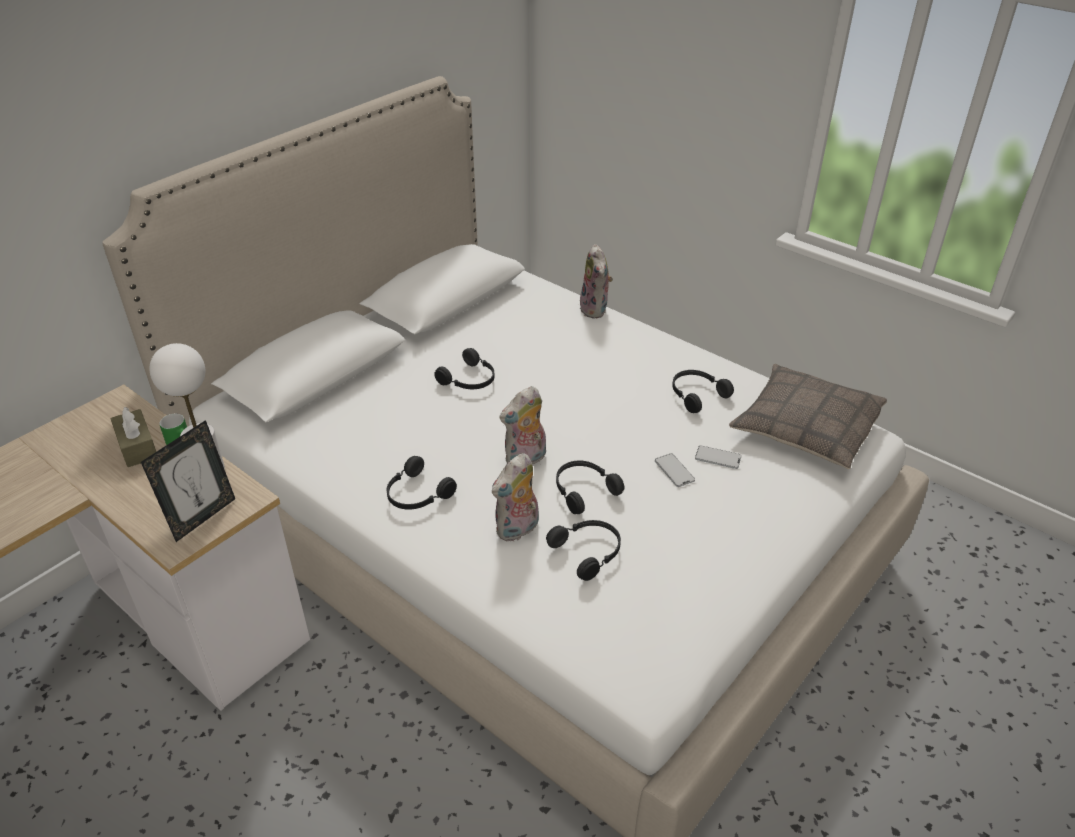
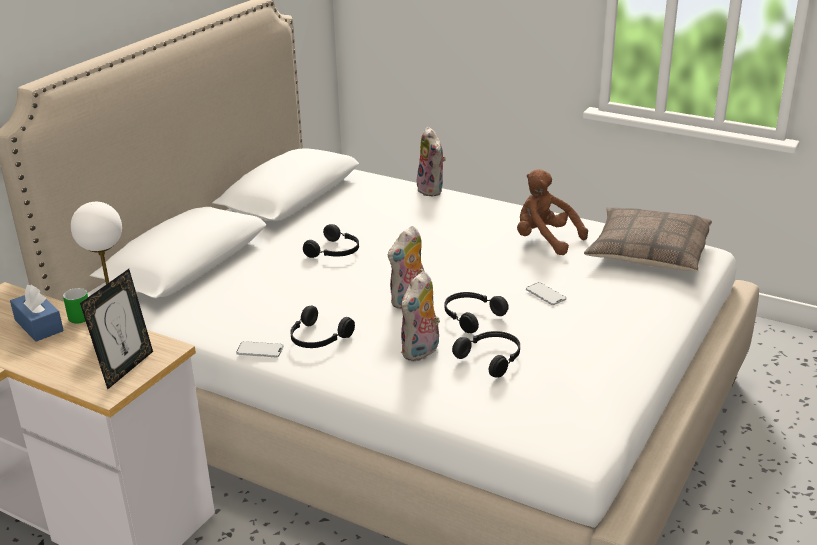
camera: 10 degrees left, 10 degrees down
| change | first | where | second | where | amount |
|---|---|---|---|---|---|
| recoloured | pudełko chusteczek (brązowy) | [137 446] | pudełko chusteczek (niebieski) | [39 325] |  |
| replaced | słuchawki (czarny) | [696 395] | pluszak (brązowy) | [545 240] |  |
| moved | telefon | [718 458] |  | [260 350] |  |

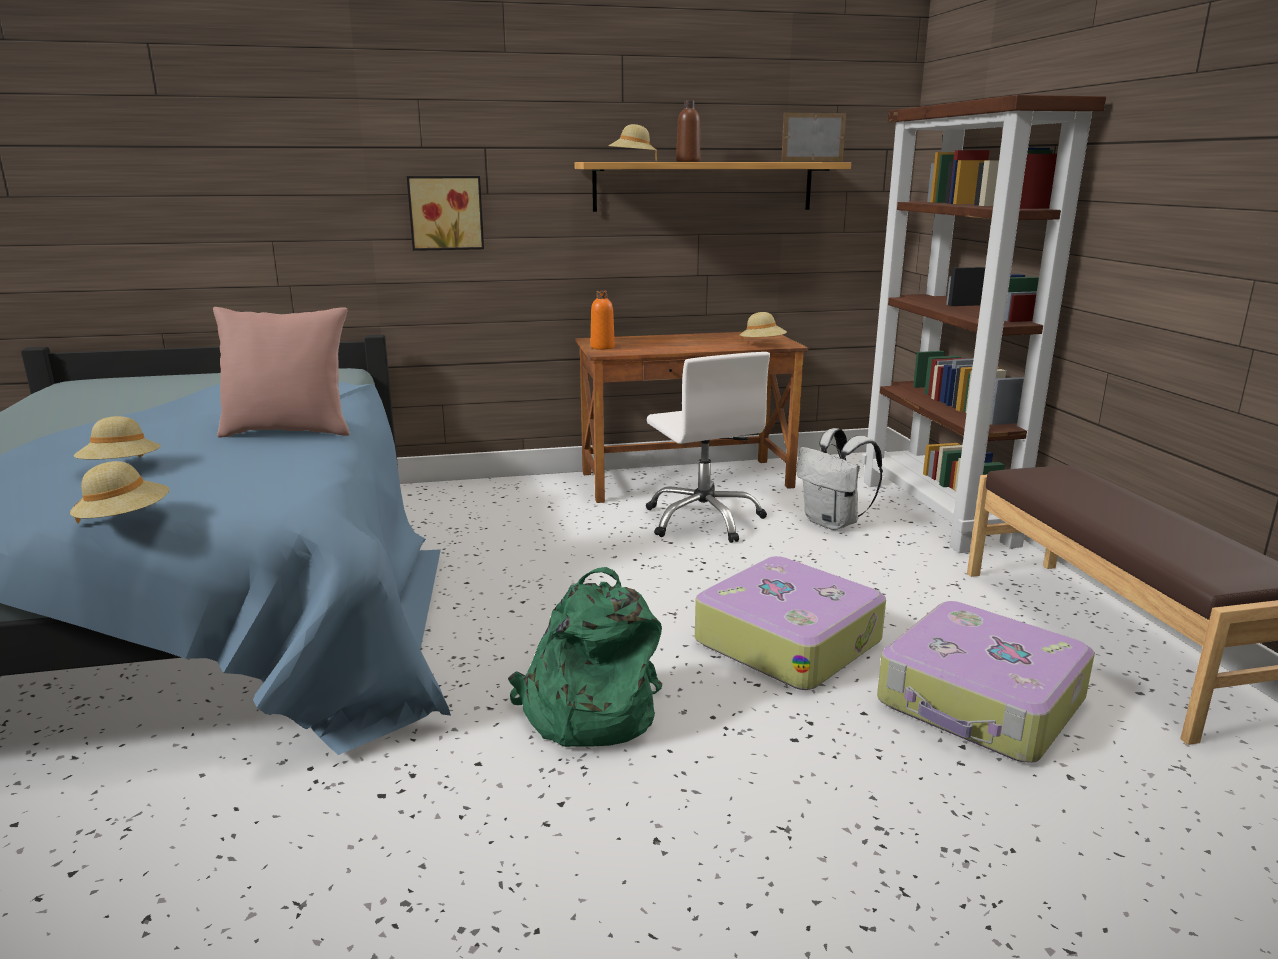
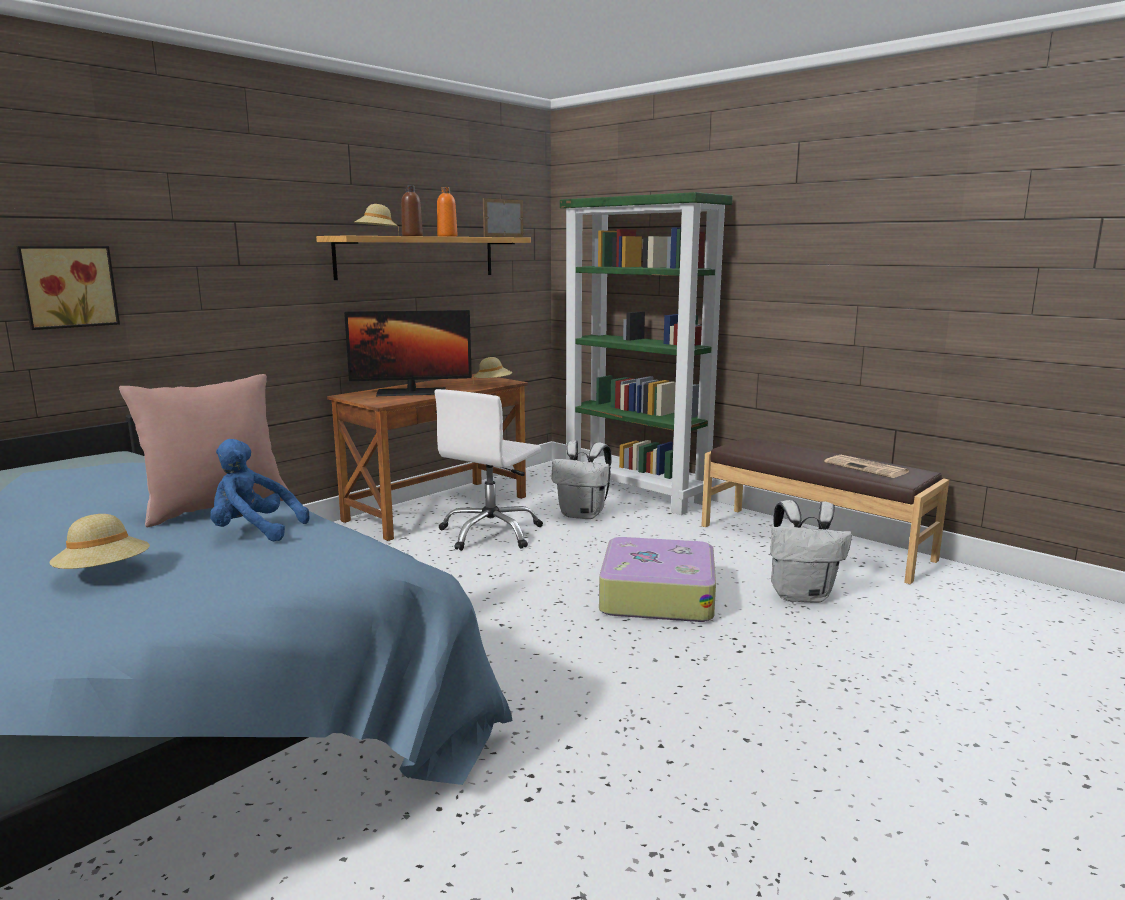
camera: 35 degrees left, 5 degrees down
| change | first | where | second | where | amount |
|---|---|---|---|---|---|
| removed | kapelusz (beżowy) | [125 521] |  |  |  |
| moved | obraz | [446 213] |  | [68 286] |  |
| removed | plecak (zielony) | [587 711] |  |  |  |
| moved | butelka (pomarańczowy) | [602 347] |  | [447 236] |  |
| turned | krzesło biurowe (biały) | [704 520] |  | [491 533] | 90 degrees clockwise |
| recoloured | regał (brązowy) | [938 512] | regał (zielony) | [637 493] |  |
| replaced | walizka | [981 702] | plecak (biały) | [801 595] |  |
| added |  |  | pluszak (niebieski) | [254 531] |  |
| added |  |  | monitor | [411 392] |  |
| added |  |  | gazeta | [867 468] |  |

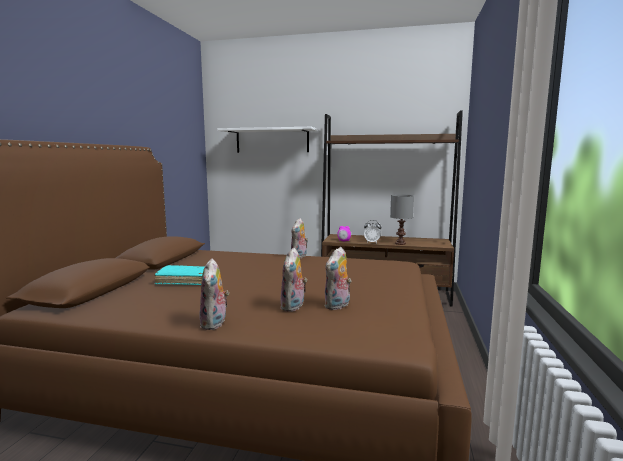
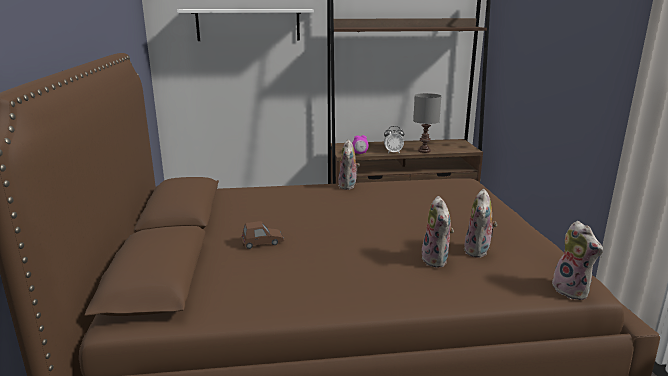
camera: 20 degrees left, 10 degrees up
| change | first | where | second | where | amount |
|---|---|---|---|---|---|
| replaced | książka (turkusowy) | [184 280] | samochodzik (brązowy) | [262 242] |  |
| moved | pluszak | [215 324] |  | [572 291] |  |

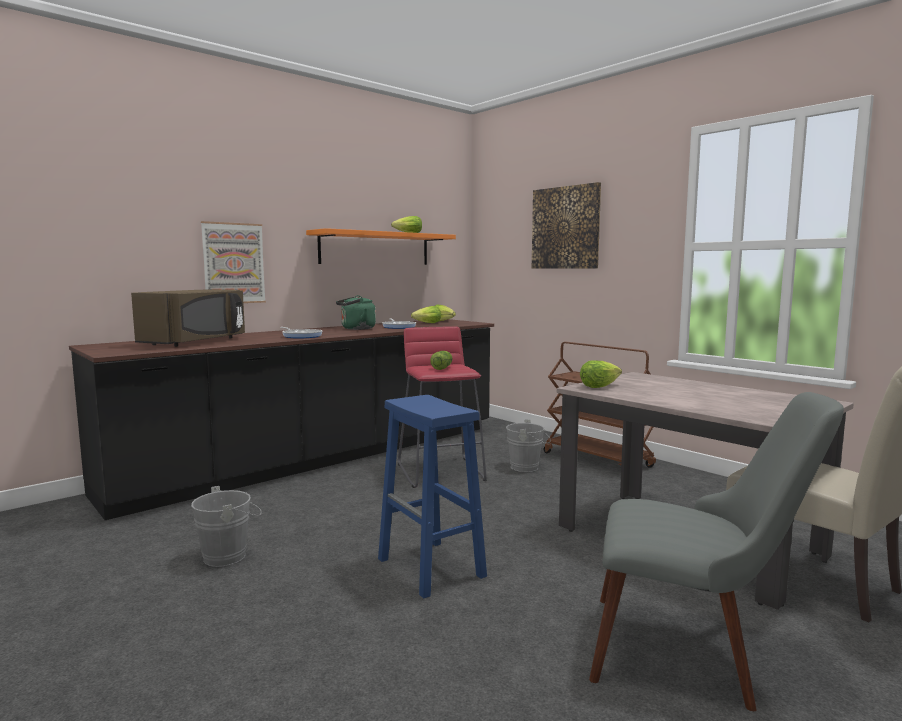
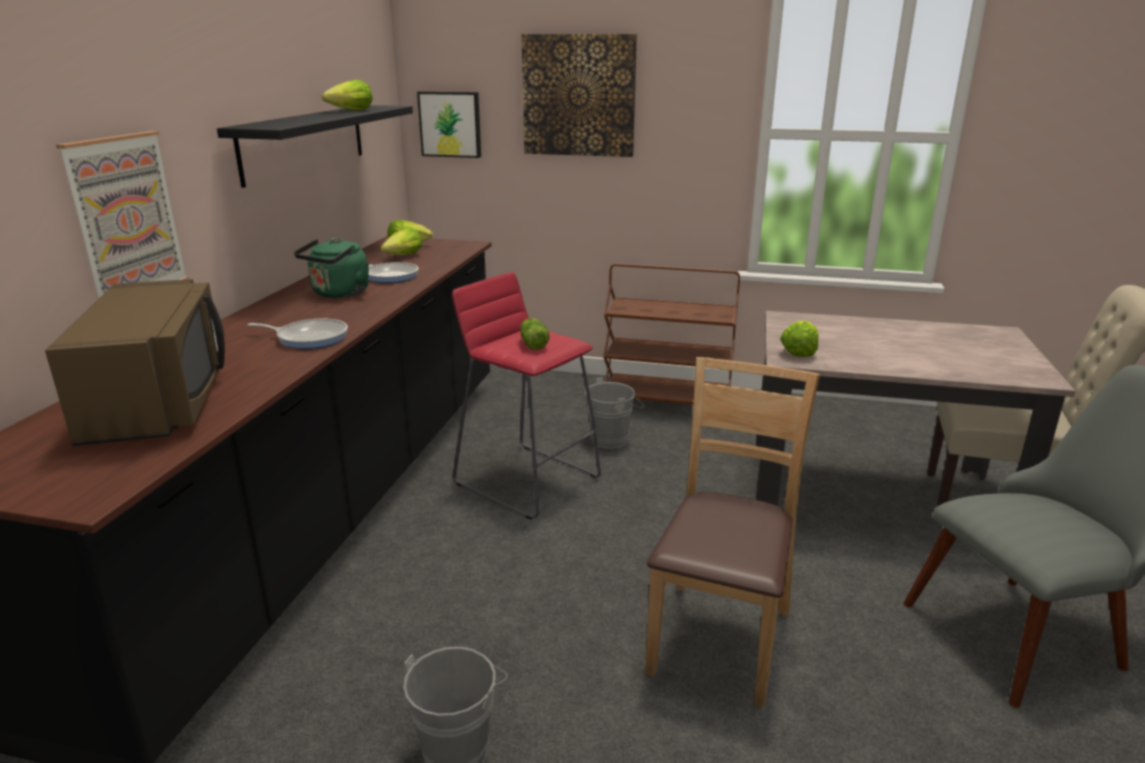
camera: 35 degrees left, 15 degrees up
| change | first | where | second | where | amount |
|---|---|---|---|---|---|
| recoloured | półka (pomarańczowy) | [375 248] | półka (czarny) | [304 142] |  |
| replaced | stołek (niebieski) | [432 568] | krzesło (brązowy) | [719 638] |  |
| added |  |  | obraz | [450 124] |  |

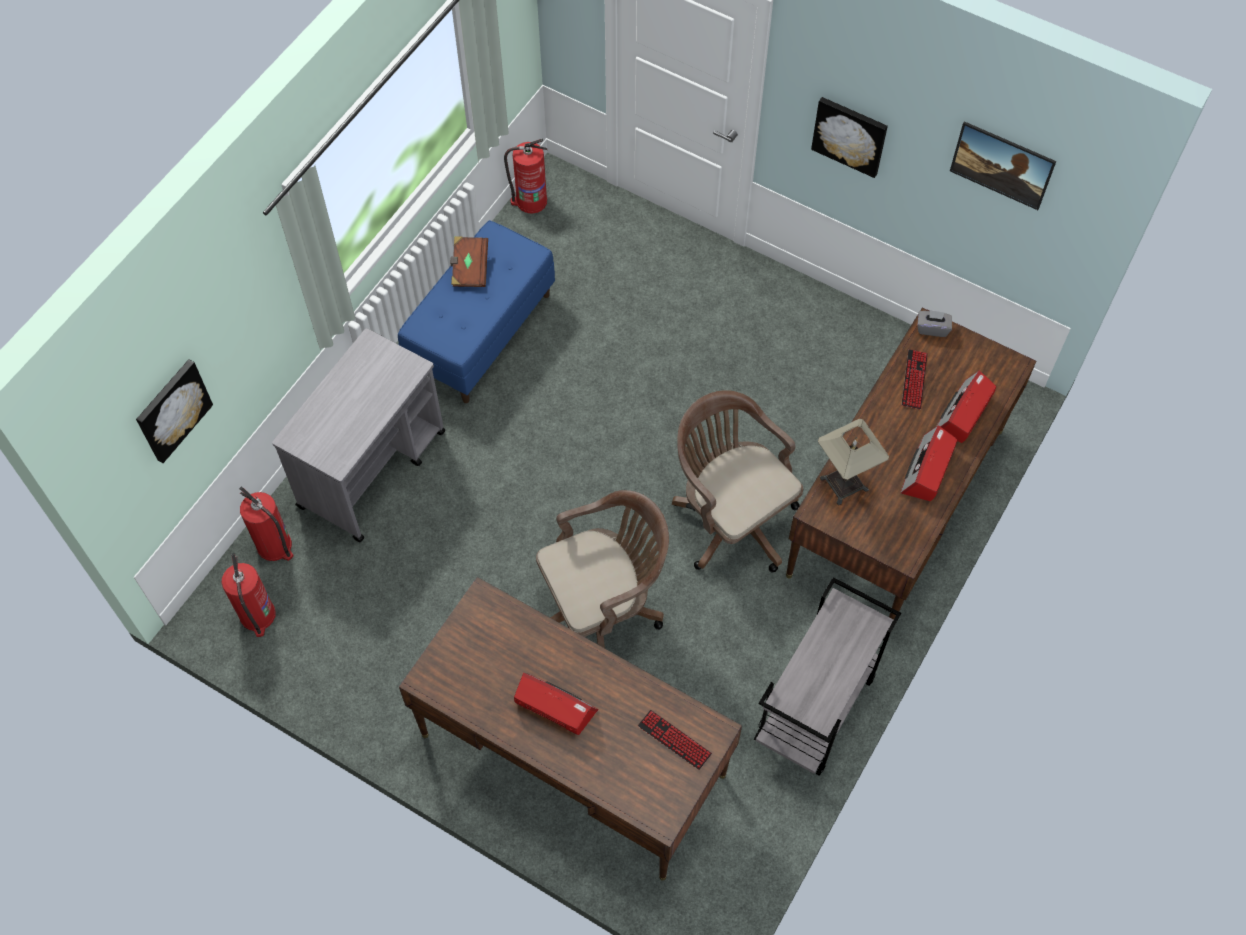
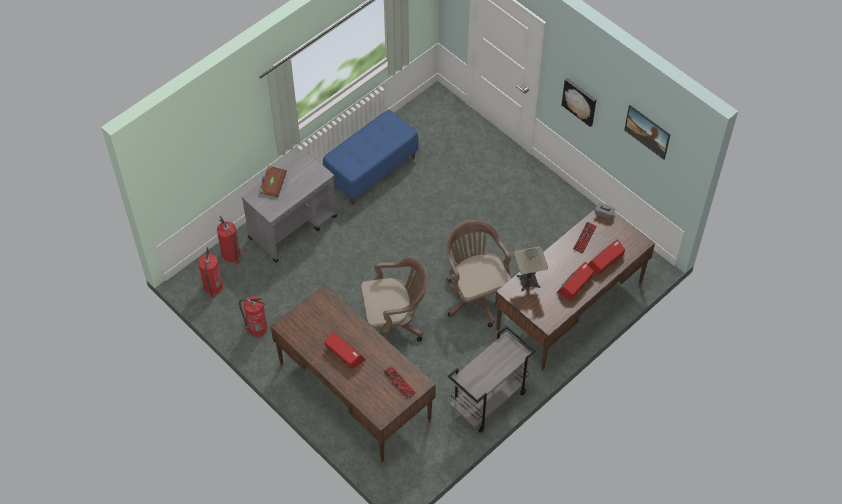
camera: 15 degrees right, 5 degrees down
| change | first | where | second | where | amount |
|---|---|---|---|---|---|
| removed | obraz | [172 409] |  |  |  |
| moved | książka (brązowy) | [469 268] |  | [273 185] |  |
| moved | gaśnica | [530 201] |  | [257 328] |  |

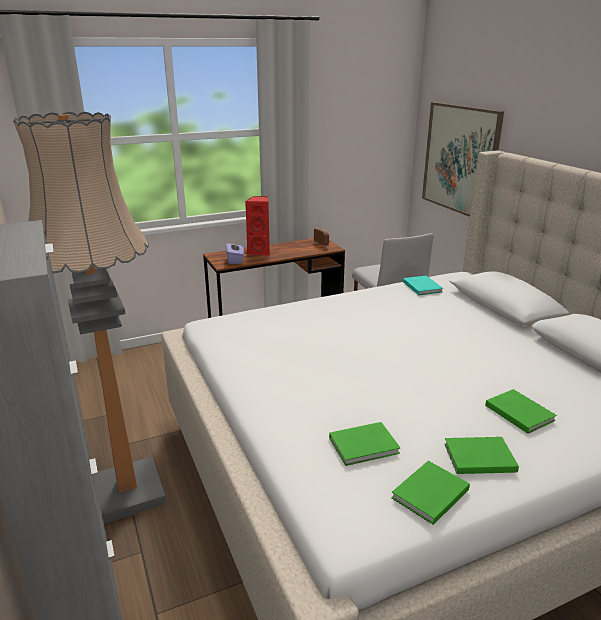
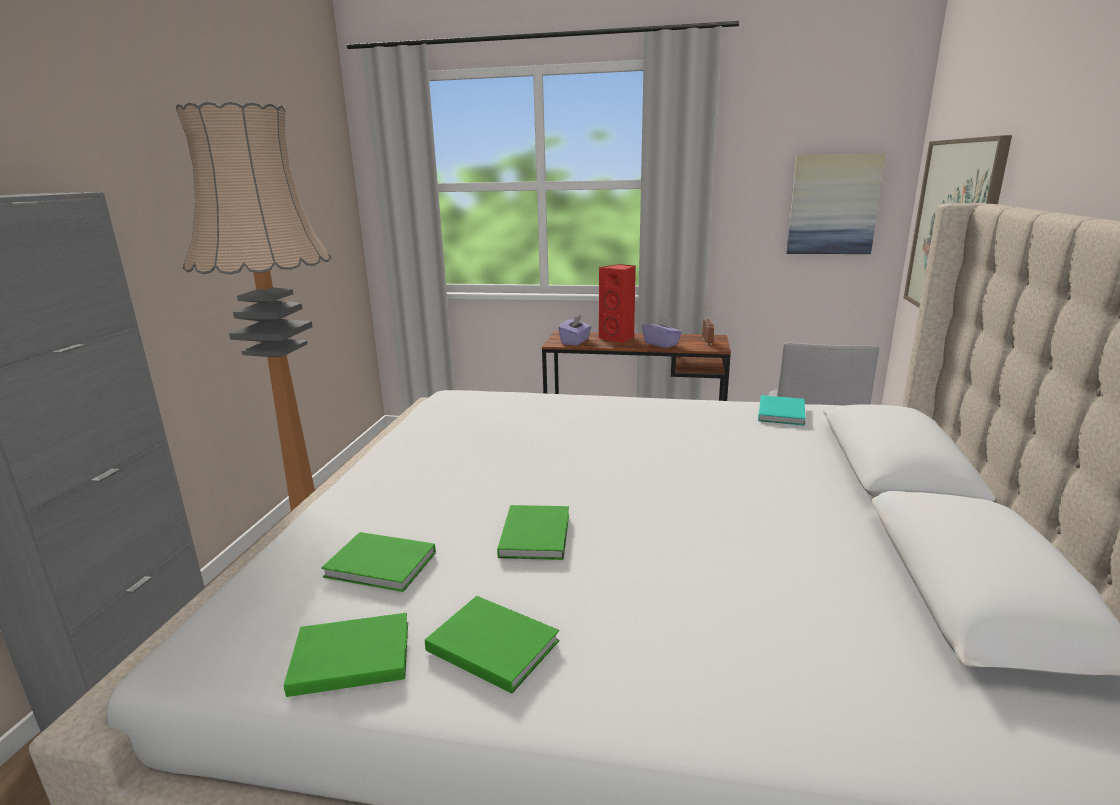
camera: 35 degrees right, 5 degrees down
| change | first | where | second | where | amount |
|---|---|---|---|---|---|
| moved | książka (zielony) | [518 412] |  | [537 534] |  |
| added |  |  | pudełko chusteczek (fioletowy) | [661 344] |  |
| added |  |  | obraz | [833 205] |  |

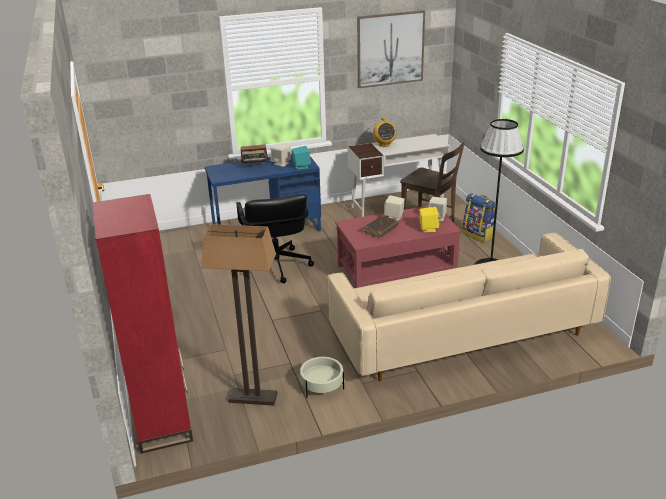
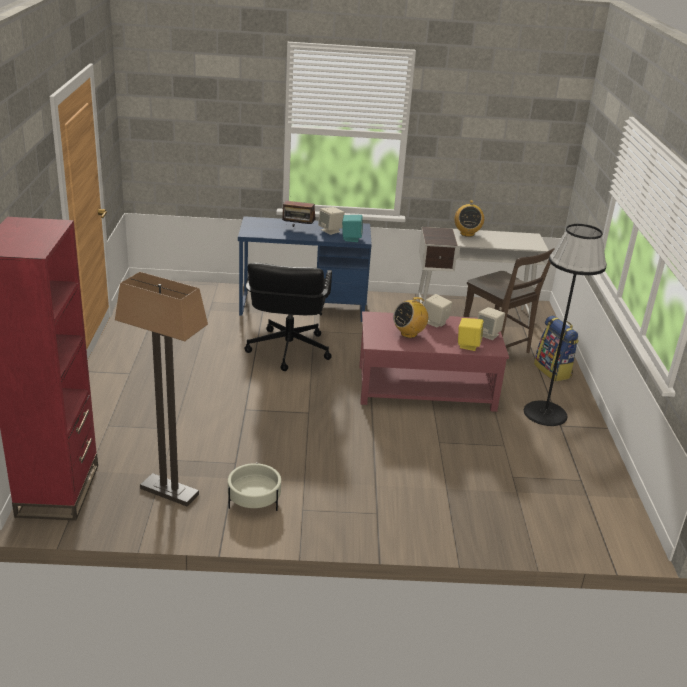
camera: 15 degrees right, 0 degrees up
| change | first | where | second | where | amount |
|---|---|---|---|---|---|
| removed | kanapa (beżowy) | [462 332] |  |  |  |
| removed | obraz | [390 49] |  |  |  |
| replaced | książka (brązowy) | [381 230] | radio | [409 333] |  |

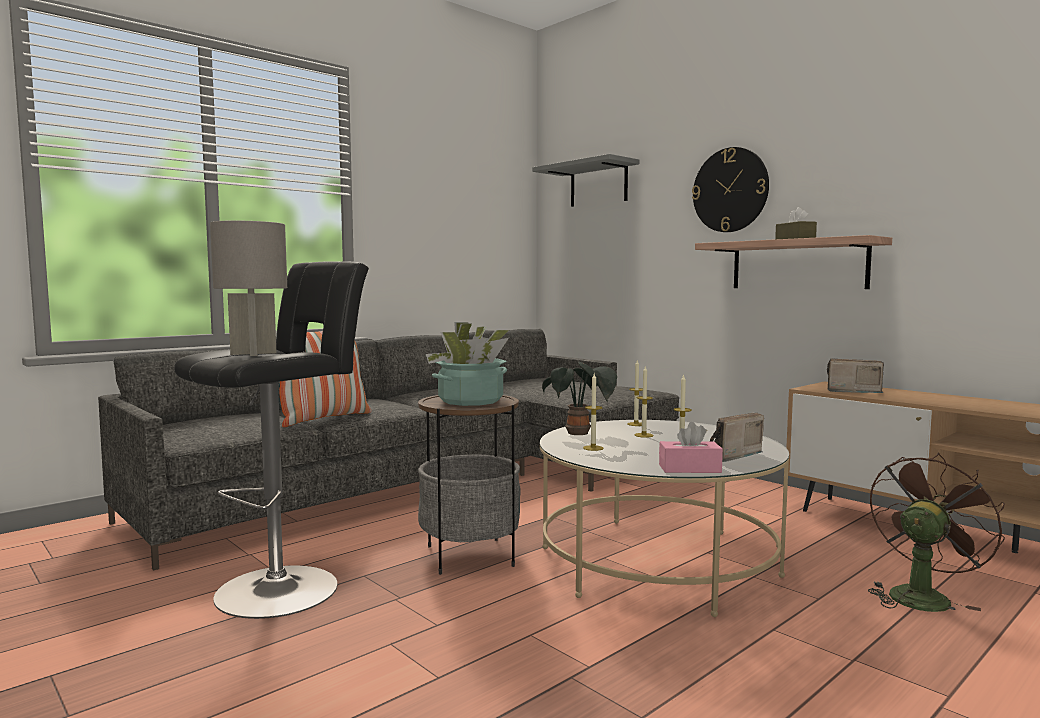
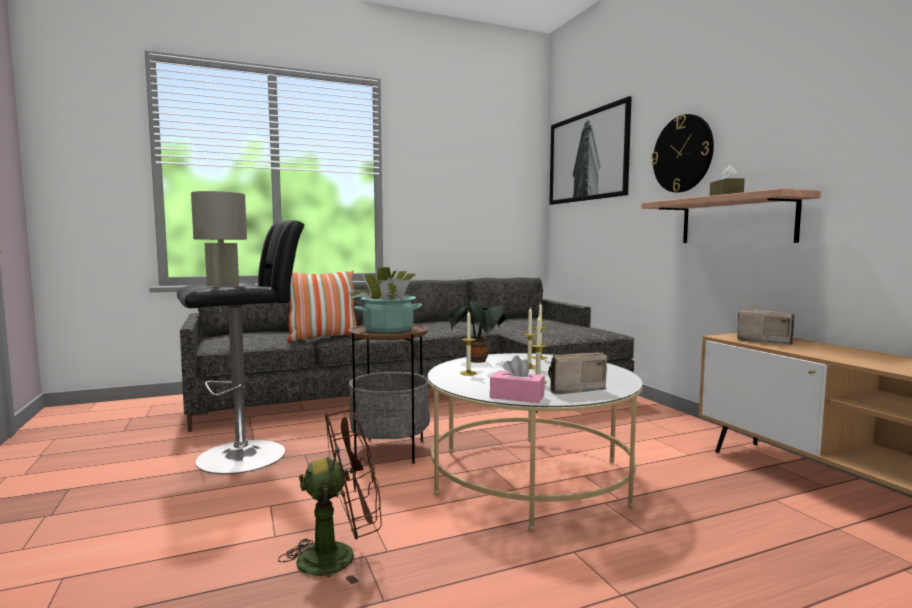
camera: 20 degrees right, 0 degrees up
| change | first | where | second | where | amount |
|---|---|---|---|---|---|
| replaced | półka (szary) | [598 184] | obraz | [587 156] |  |
| moved | wentylator (brązowy) | [922 595] |  | [339 556] |  |

